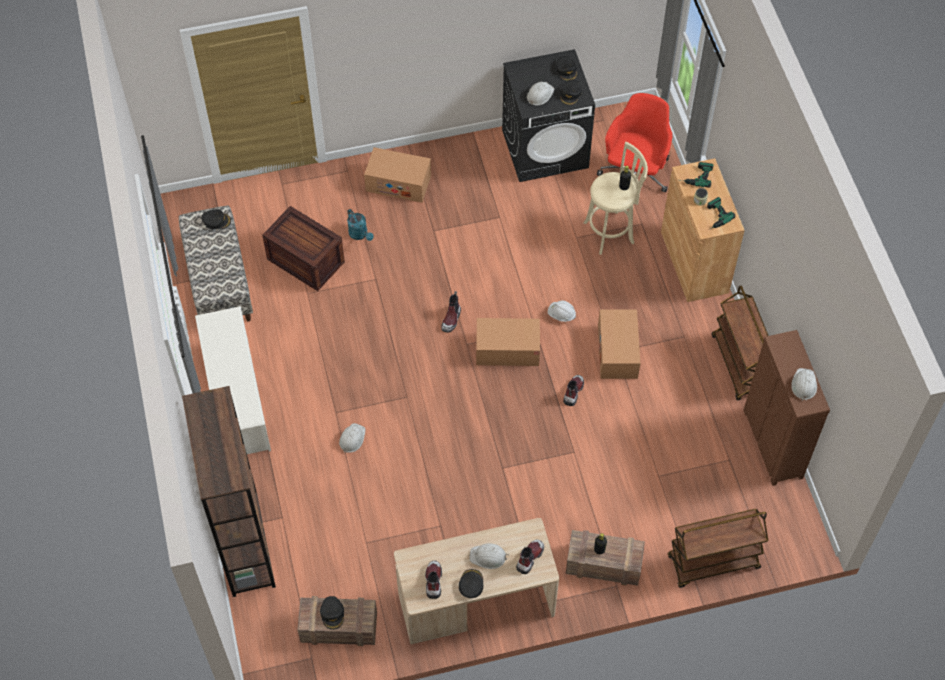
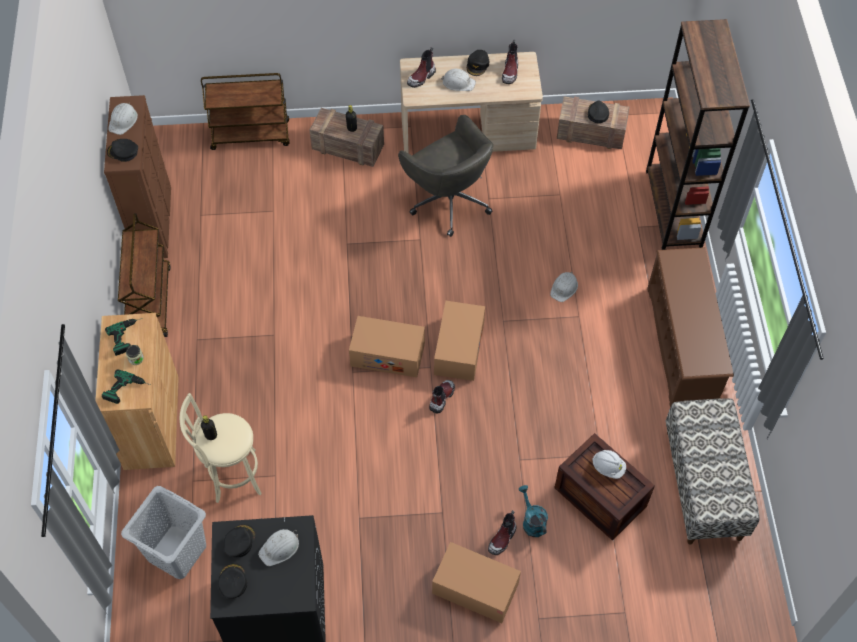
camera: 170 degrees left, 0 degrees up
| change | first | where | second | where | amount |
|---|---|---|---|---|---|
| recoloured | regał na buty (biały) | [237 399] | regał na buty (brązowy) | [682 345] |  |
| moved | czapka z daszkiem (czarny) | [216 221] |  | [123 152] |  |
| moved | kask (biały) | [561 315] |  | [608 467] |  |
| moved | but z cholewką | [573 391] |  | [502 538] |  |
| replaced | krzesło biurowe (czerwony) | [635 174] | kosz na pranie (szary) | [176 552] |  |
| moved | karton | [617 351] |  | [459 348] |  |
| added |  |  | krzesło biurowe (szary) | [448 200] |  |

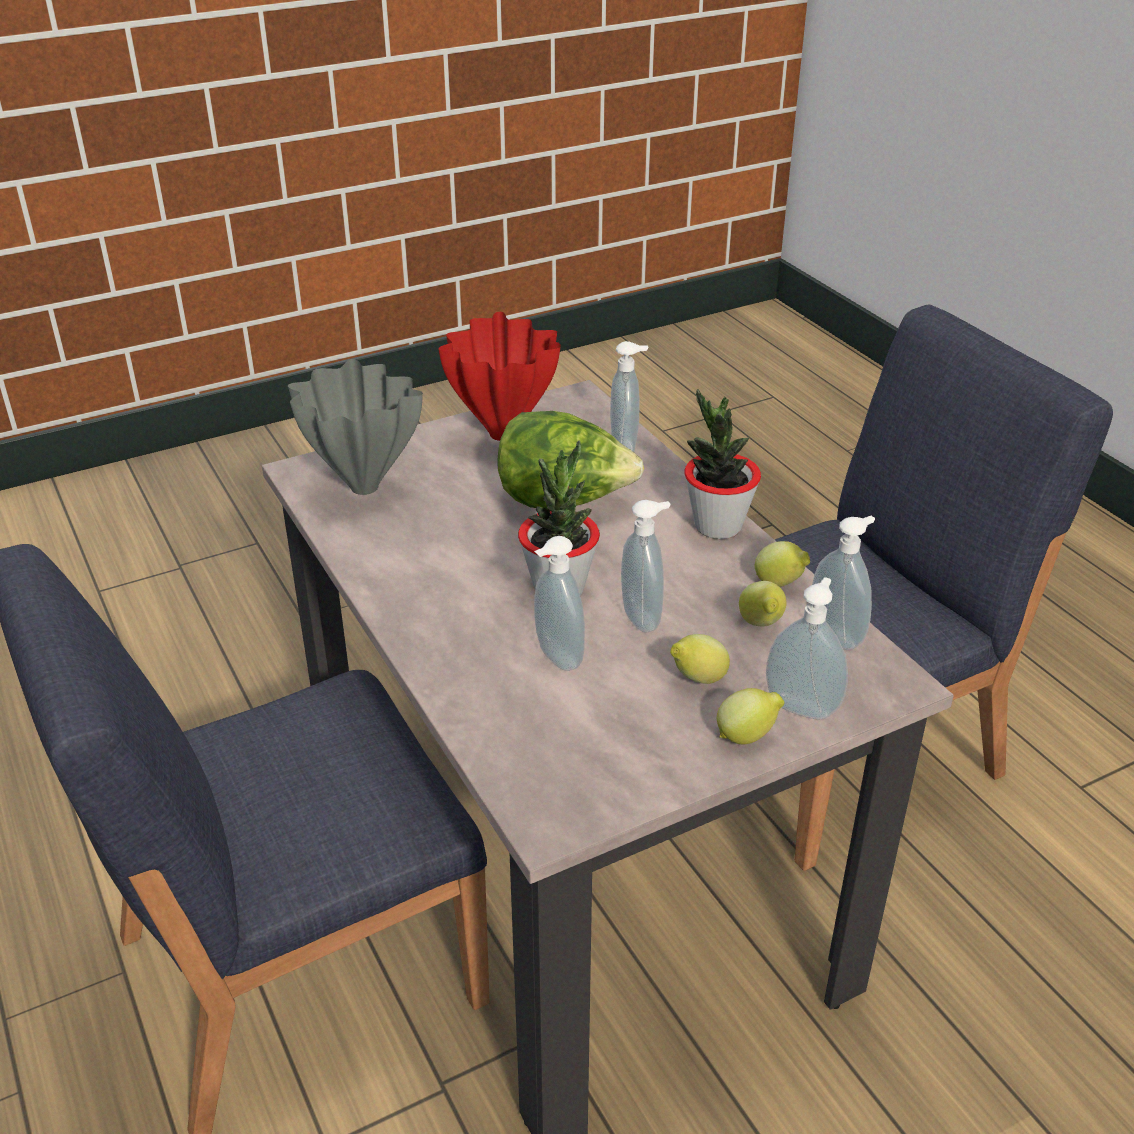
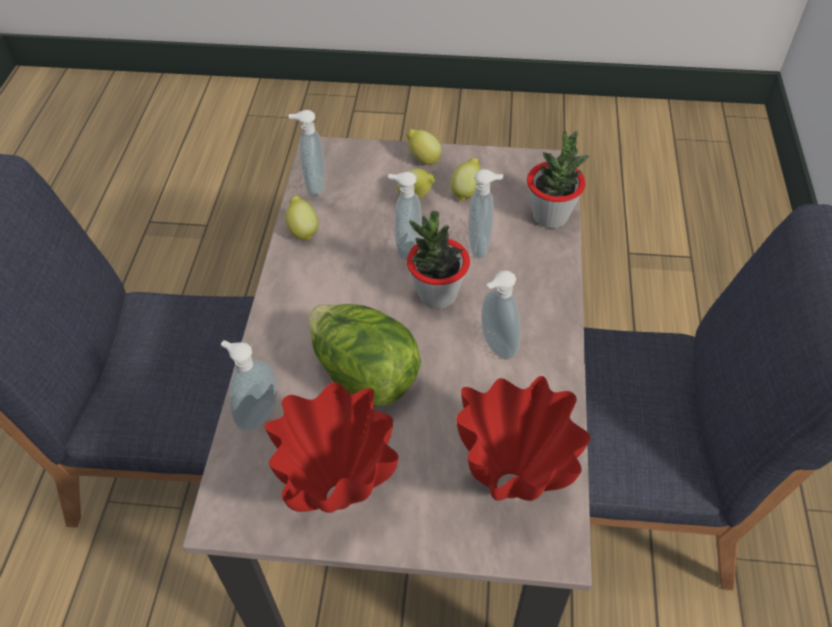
camera: 145 degrees left, 15 degrees up
| change | first | where | second | where | amount |
|---|---|---|---|---|---|
| recoloured | wazon (szary) | [362 487] | wazon (czerwony) | [512 487] |  |
| moved | roślina doniczkowa | [717 526] |  | [550 216] |  |
| moved | cytryna | [761 625] |  | [466 192] |  |
| moved | dozownik mydła | [803 706] |  | [495 347] |  |

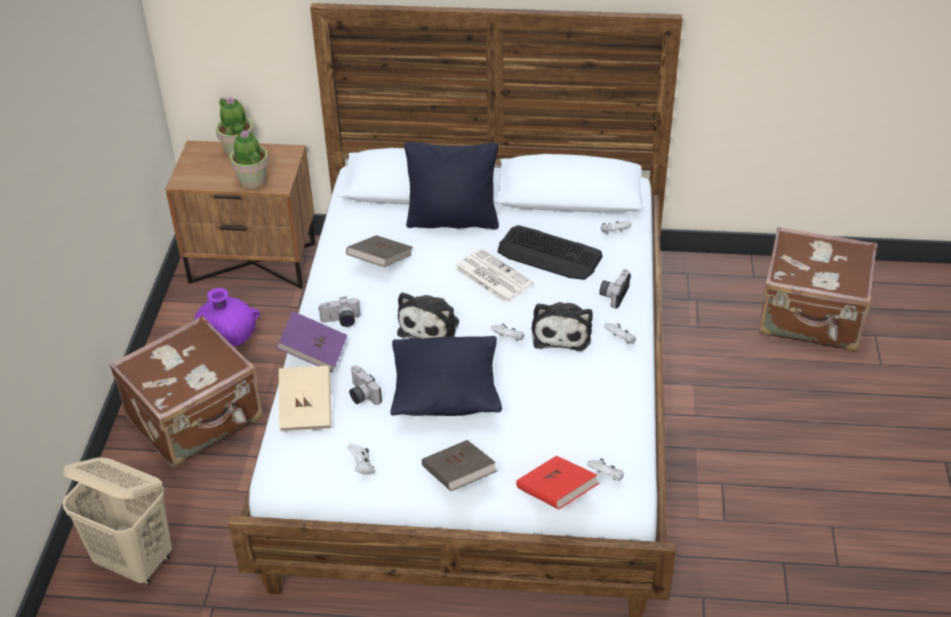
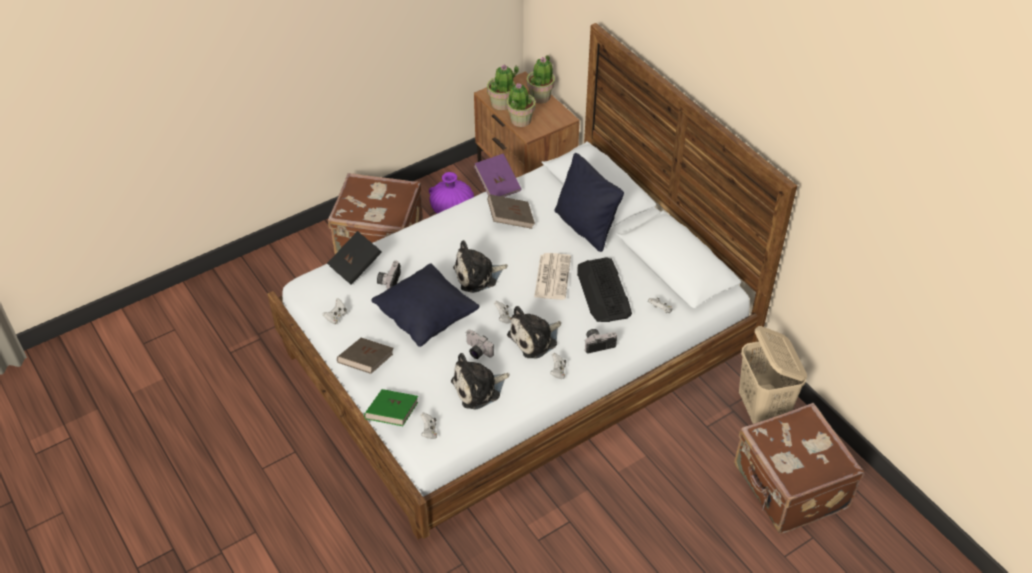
camera: 50 degrees right, 5 degrees up
| change | first | where | second | where | amount |
|---|---|---|---|---|---|
| moved | kosz na pranie (beżowy) | [135 562] |  | [762 411] |  |
| moved | książka (fioletowy) | [314 353] |  | [497 185] |  |
| recoloured | książka (beżowy) | [307 410] | książka (czarny) | [355 266] |  |
| moved | aparat fotograficzny | [341 321] |  | [476 351] |  |
| recoloured | książka (czerwony) | [556 494] | książka (zielony) | [392 415] |  |
| added |  |  | pluszak | [479 388] |  |
| added |  |  | roślina doniczkowa | [501 103] |  |

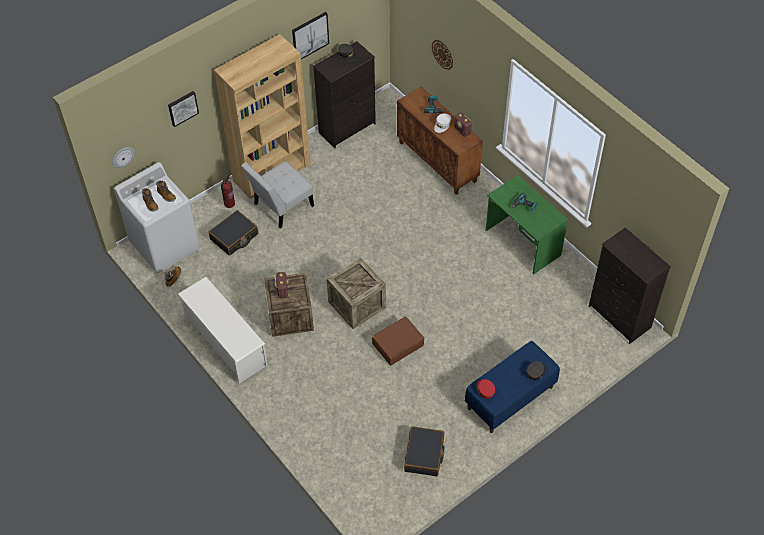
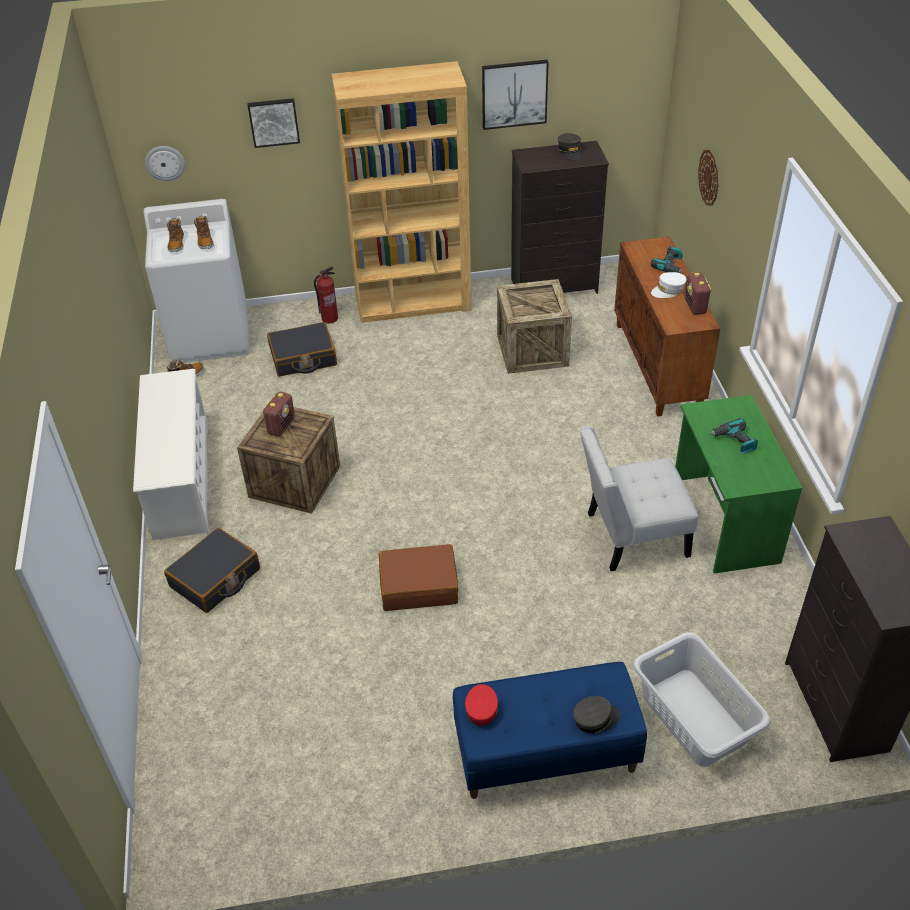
camera: 30 degrees right, 10 degrees down
| change | first | where | second | where | amount |
|---|---|---|---|---|---|
| moved | krzesło (biały) | [281 206] |  | [631 536] |  |
| moved | skrzynka | [357 305] |  | [532 350] |  |
| moved | walizka (czarny) | [424 455] |  | [215 578] |  |
| added |  |  | kosz na pranie (szary) | [694 718] |  |

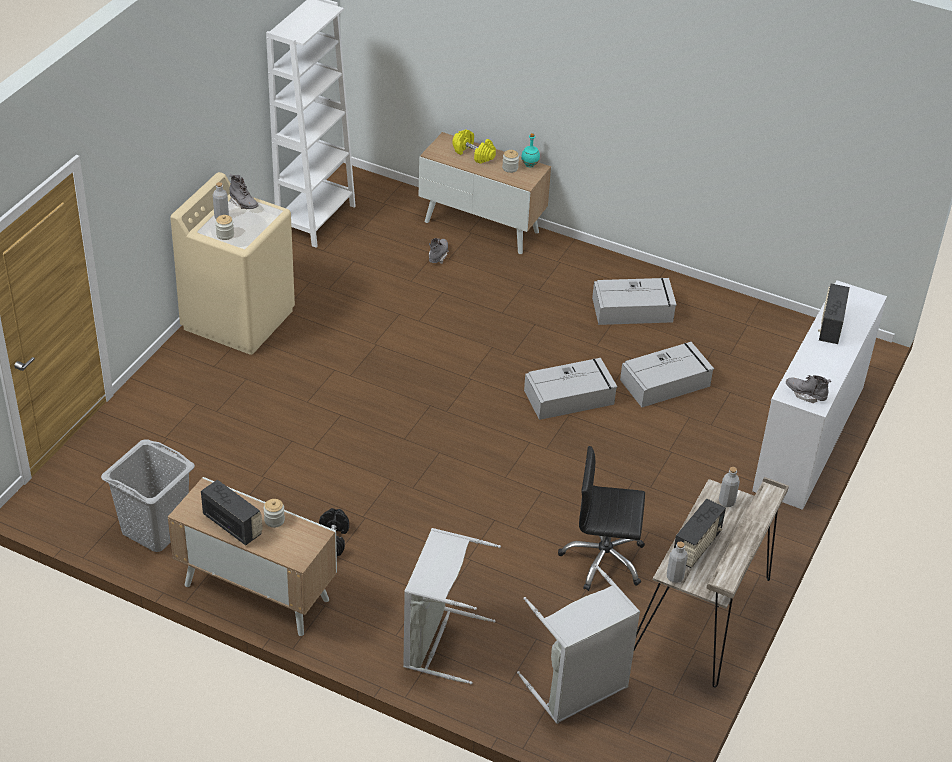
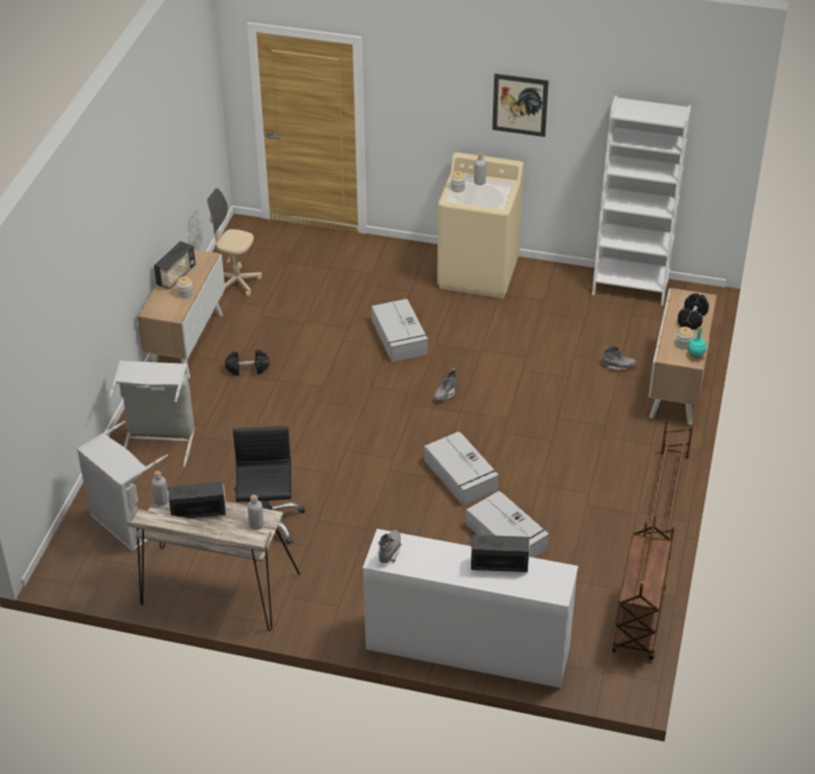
camera: 80 degrees right, 0 degrees up
| change | first | where | second | where | amount |
|---|---|---|---|---|---|
| replaced | kosz na pranie (szary) | [154 529] | krzesło biurowe (beżowy) | [236 283] |  |
| moved | but z cholewką (szary) | [244 204] |  | [445 394] |  |
| recoloured | hantel (żółty) | [474 154] | hantel (czarny) | [692 319] |  |
| moved | pojemnik do przechowywania (szary) | [633 310] |  | [399 338] |  |
| turned | radio | [697 546] |  | [199 511] | 150 degrees clockwise |
| added |  |  | obraz | [520 105] |  |
| added |  |  | wózek (brązowy) | [639 622] |  |
| added |  |  | regał na buty (brązowy) | [664 504] |  |

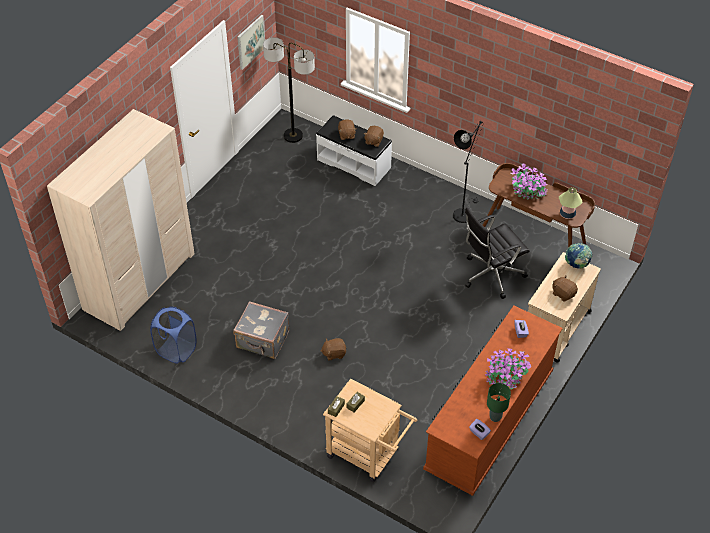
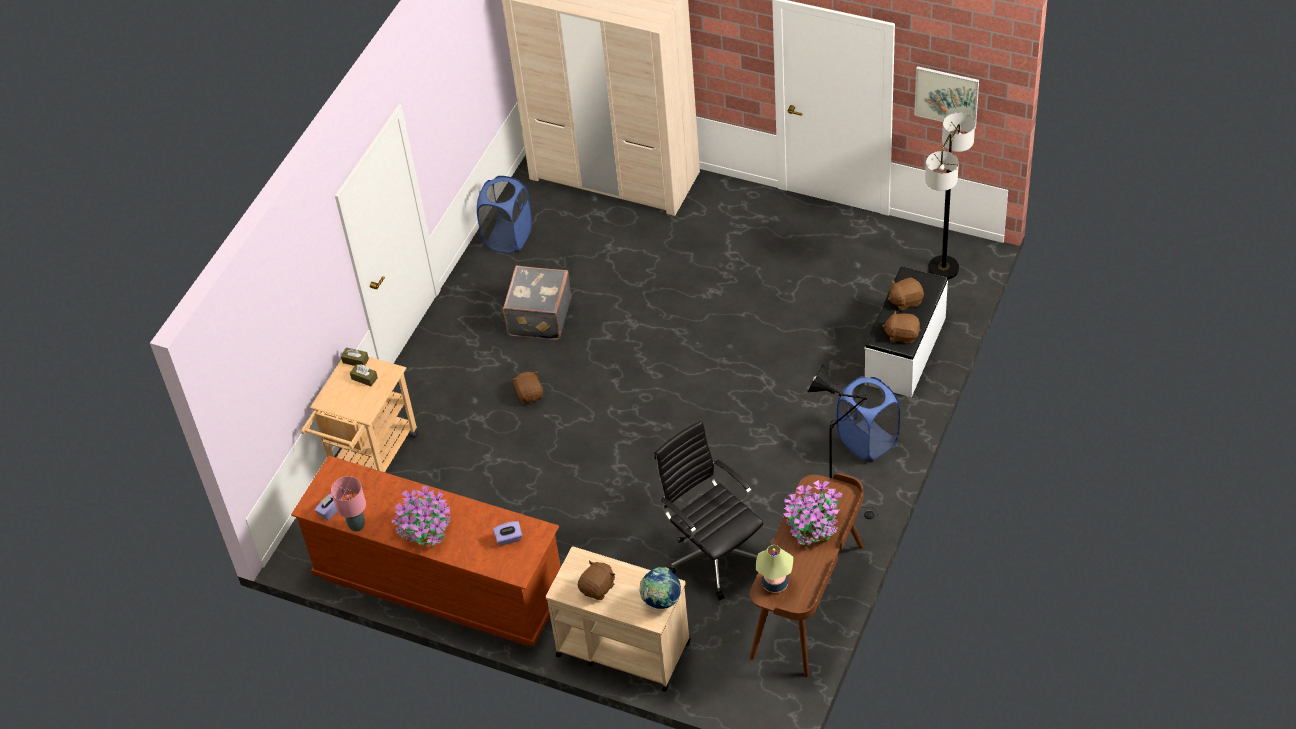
camera: 85 degrees right, 0 degrees up
| change | first | where | second | where | amount |
|---|---|---|---|---|---|
| recoloured | lampa stołowa (zielony) | [495 417] | lampa stołowa (różowy) | [357 525] |  |
| added |  |  | kosz na pranie (niebieski) | [868 441] |  |

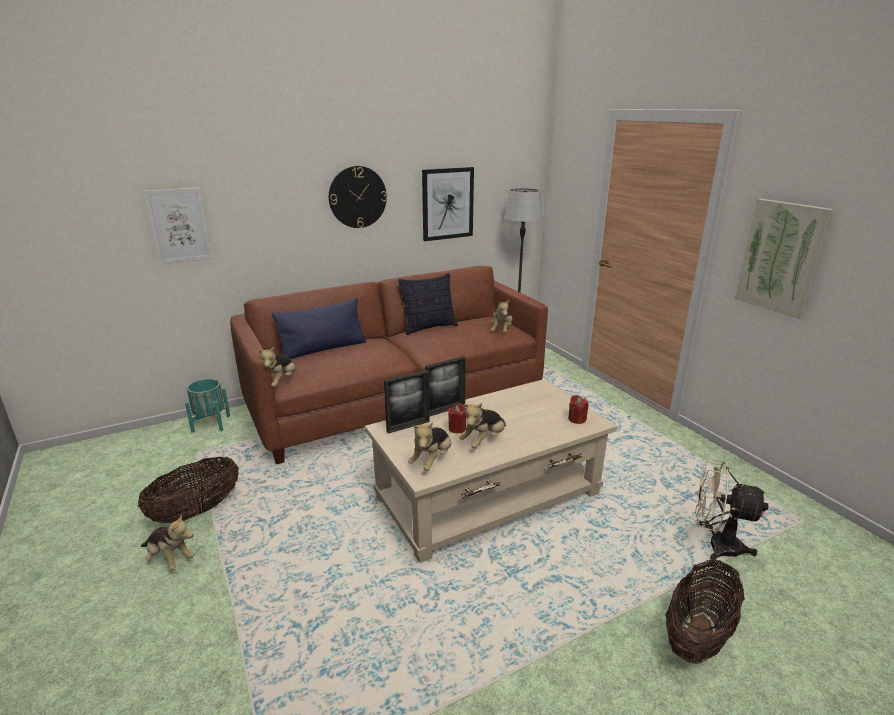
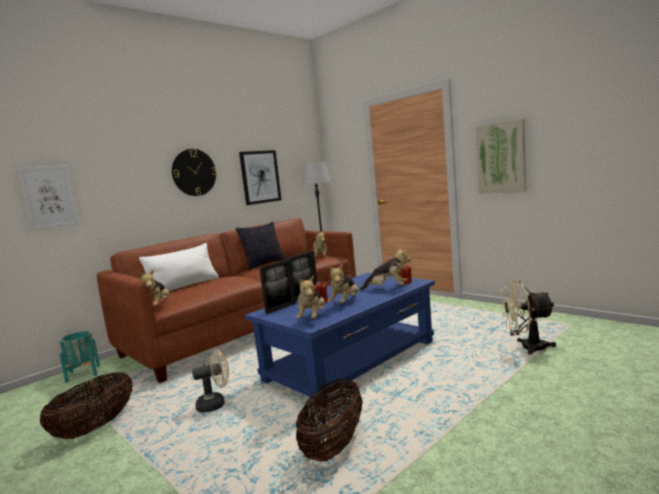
camera: 15 degrees left, 15 degrees down
| change | first | where | second | where | amount |
|---|---|---|---|---|---|
| moved | pluszak | [169 558] |  | [387 288] |  |
| recoloured | poduszka (niebieski) | [323 349] | poduszka (biały) | [184 286] |  |
| recoloured | ława (beżowy) | [489 496] | ława (niebieski) | [352 360] |  |
| moved | koszyk | [697 636] |  | [334 446] |  |
| added |  |  | wentylator (beżowy) | [216 404] |  |

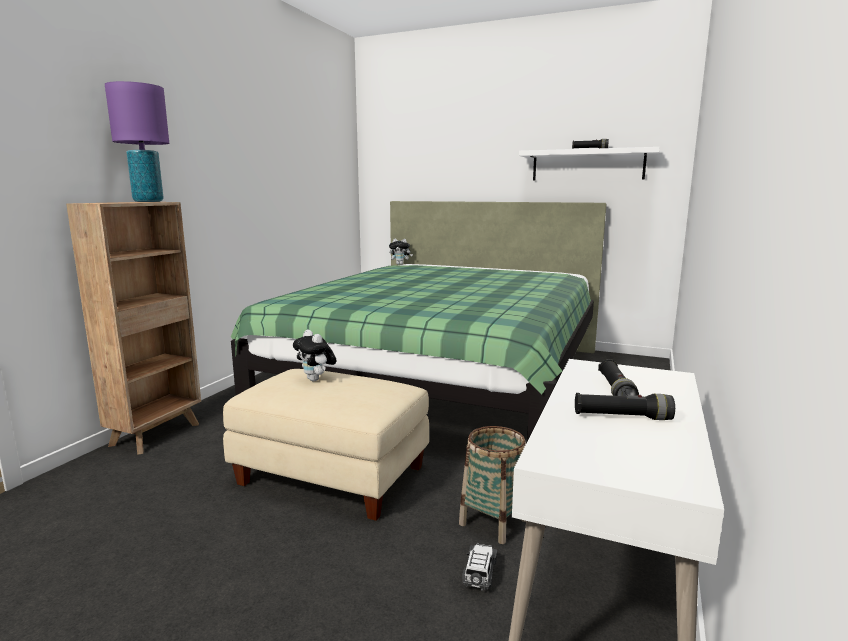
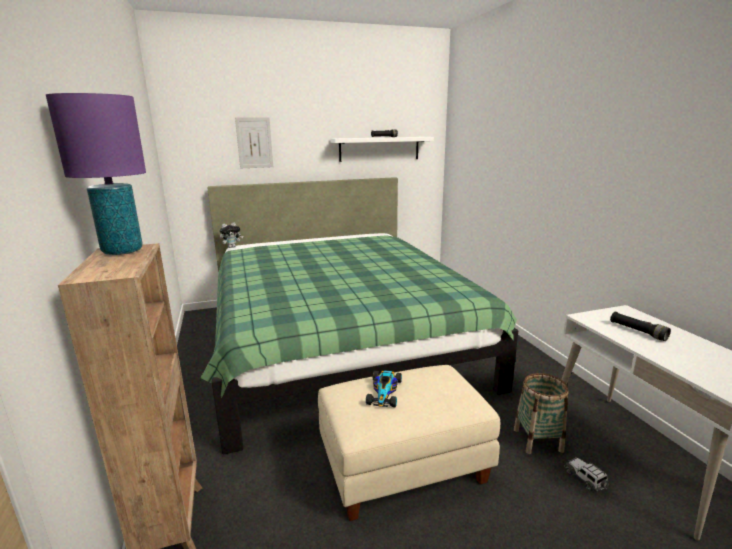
camera: 40 degrees left, 5 degrees up
| change | first | where | second | where | amount |
|---|---|---|---|---|---|
| replaced | pluszak | [316 380] | samochodzik | [384 391] |  |
| removed | latarka (czarny) | [622 417] |  |  |  |
| added |  |  | obraz | [254 143] |  |

